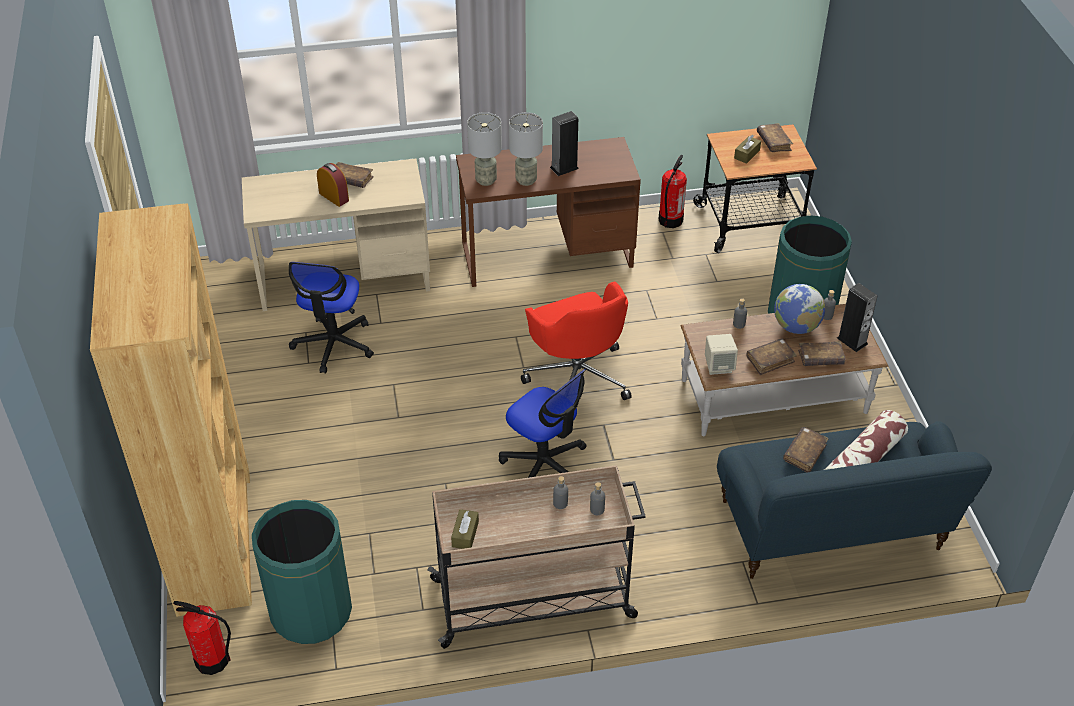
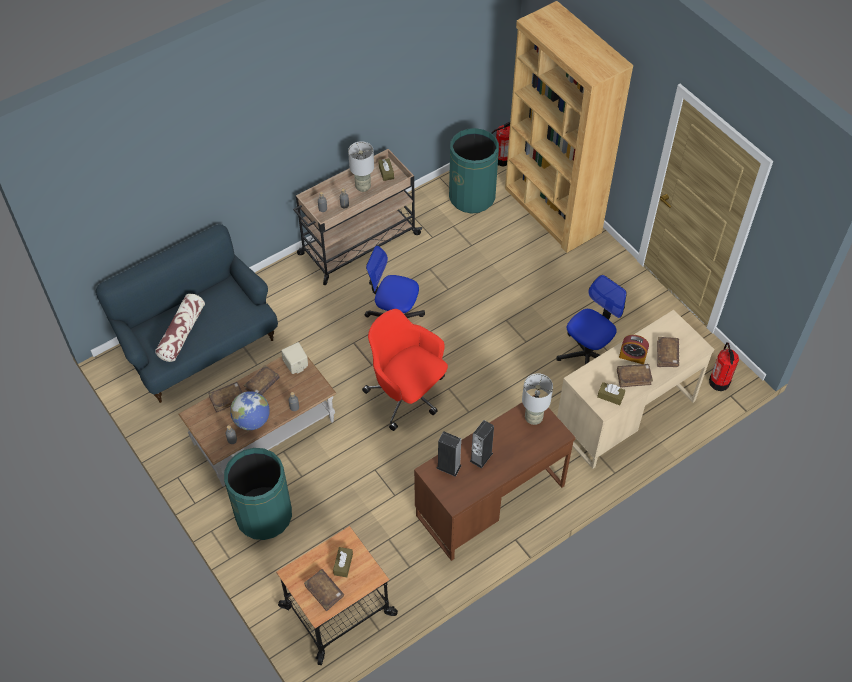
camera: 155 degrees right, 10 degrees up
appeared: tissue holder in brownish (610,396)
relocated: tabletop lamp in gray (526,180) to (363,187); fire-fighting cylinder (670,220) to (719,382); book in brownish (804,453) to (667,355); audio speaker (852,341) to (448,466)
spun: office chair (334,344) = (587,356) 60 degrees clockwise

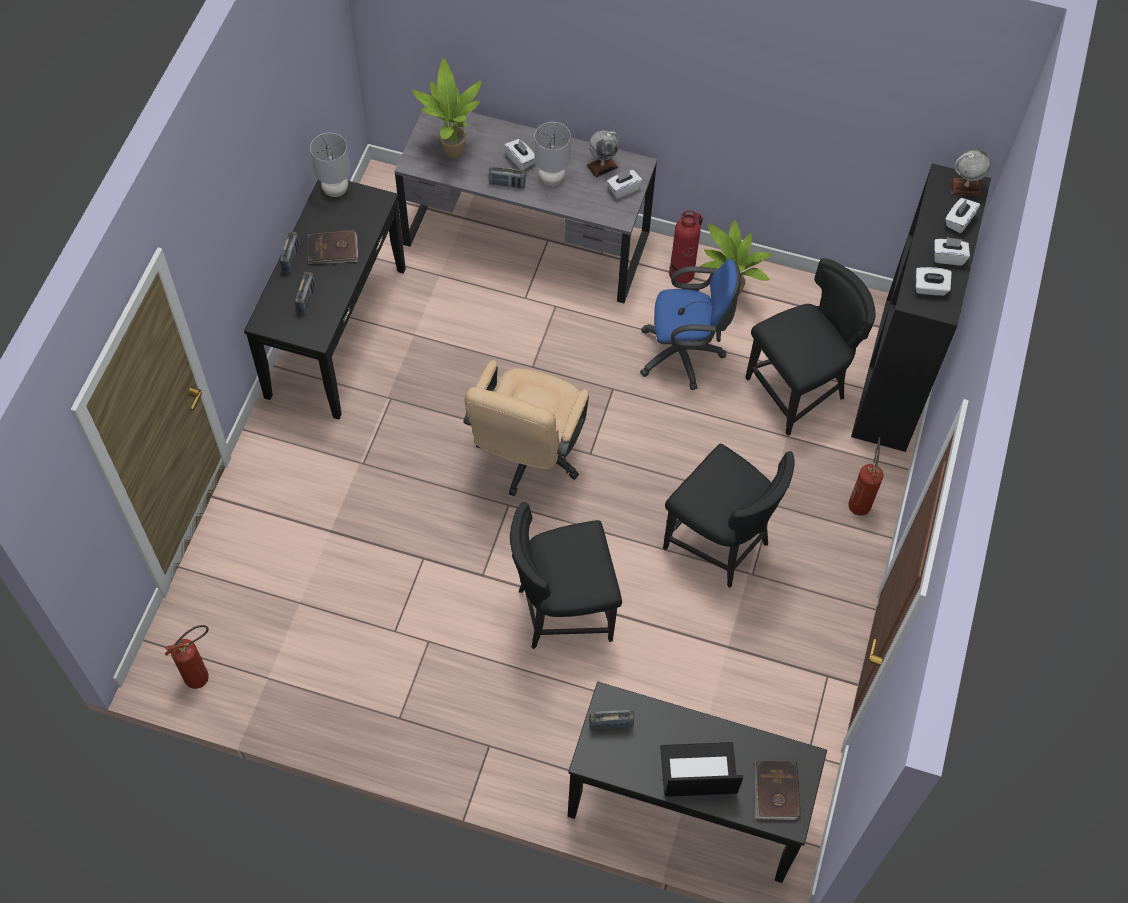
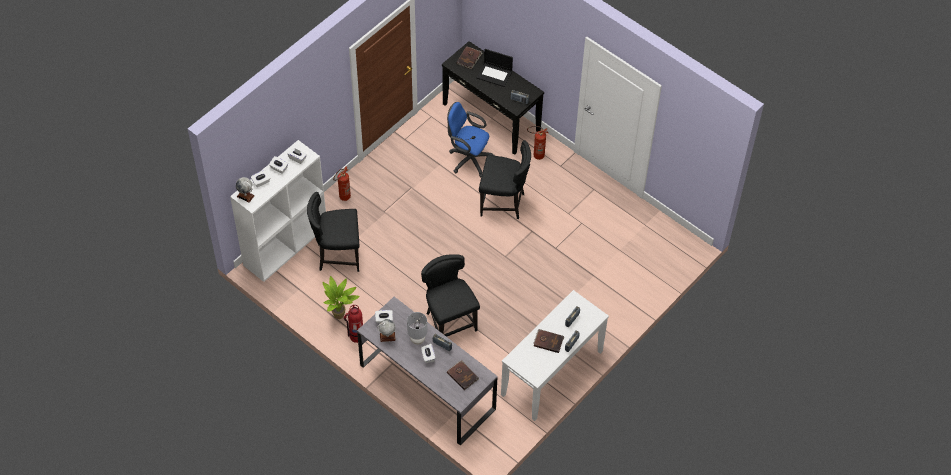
camera: 155 degrees left, 5 degrees down
missing: tabletop lamp in gray (335,189); office chair in beige (527,457)
relocated: fire-fighting cylinder (202,675) to (536,155); office chair in blue-coloured (685,354) to (468,159); chair in black-coloured (719,544) to (449,322)
exchanged: houseplant (450,152) to book in brownish (462,375)
colour: narrow table in black-coloured (335,332) to narrow table in whitish (552,373); bookcase in black-coloured (896,376) to bookcase in whitish (285,245)

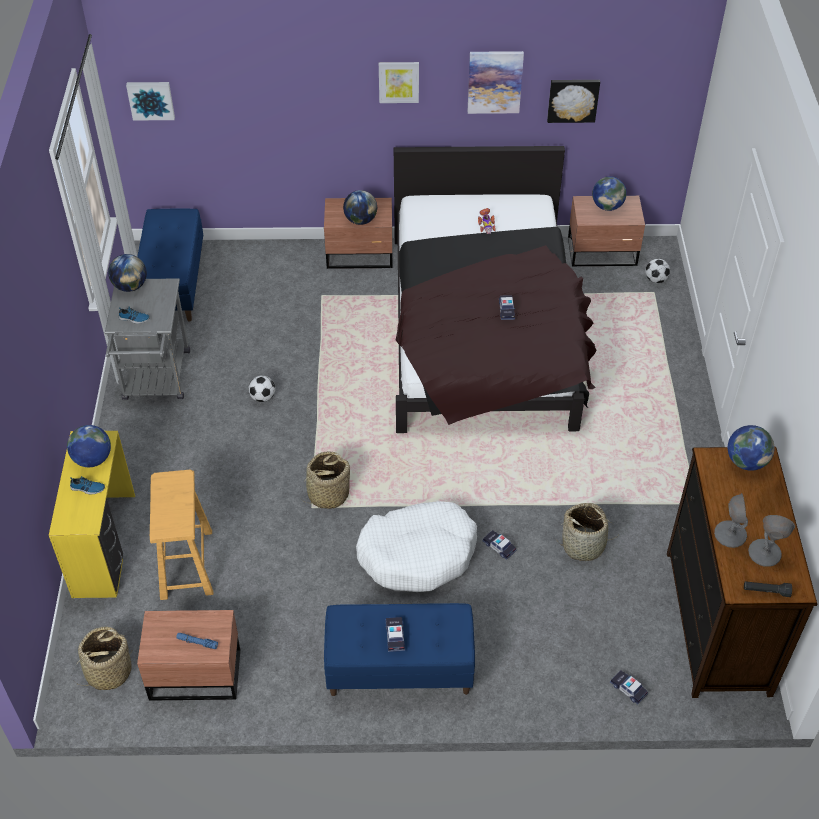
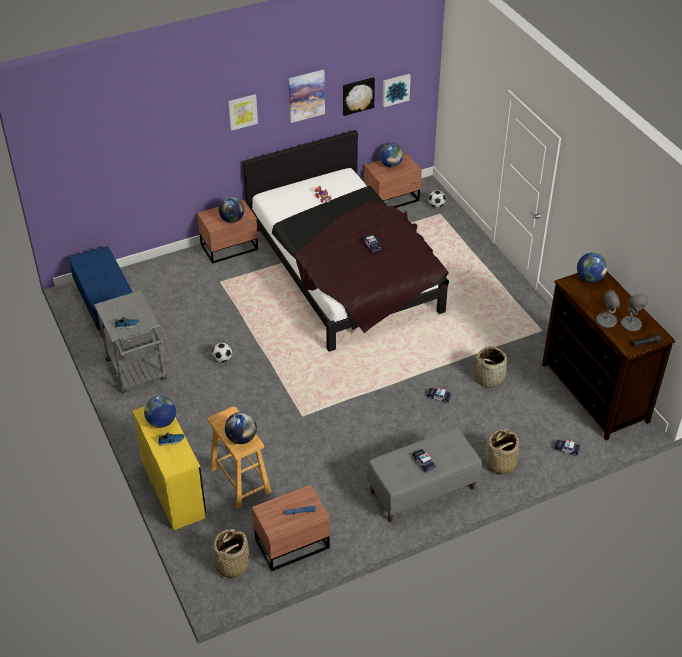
camera: 25 degrees left, 5 degrees down
missing: dog cushion in whitish (418,554)
relocated: desk globe (130,286) to (241,438); wall art (151,99) to (395,89); basket (328,494) to (499,463)
colour: bench in blue-coloured (399,669) to bench in gray (422,490)

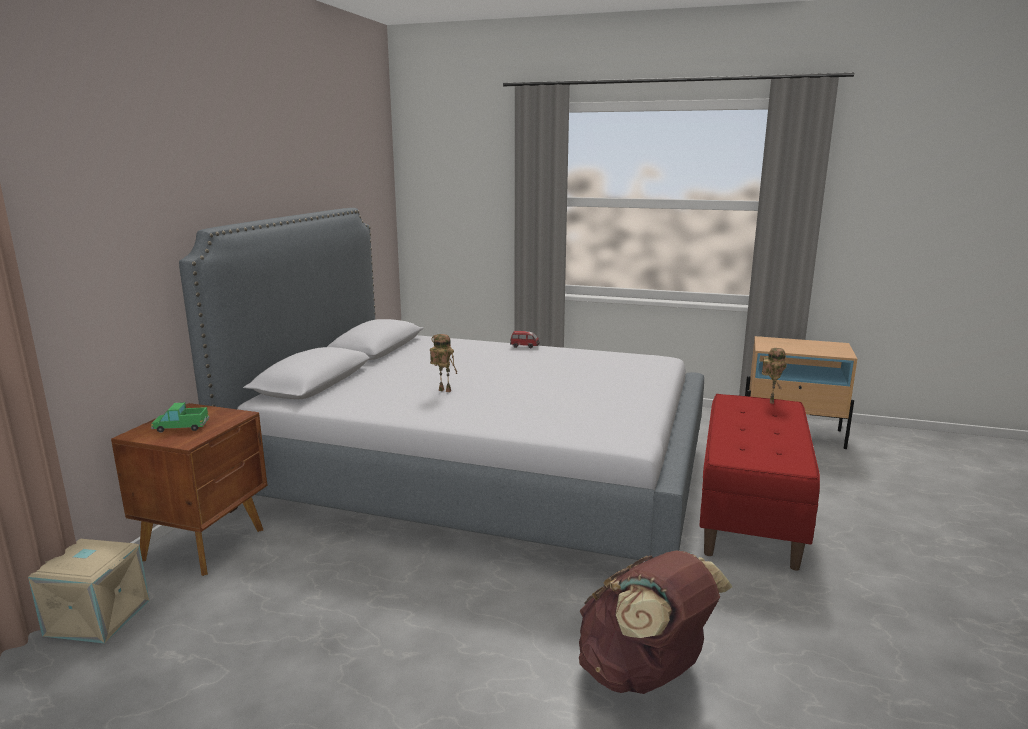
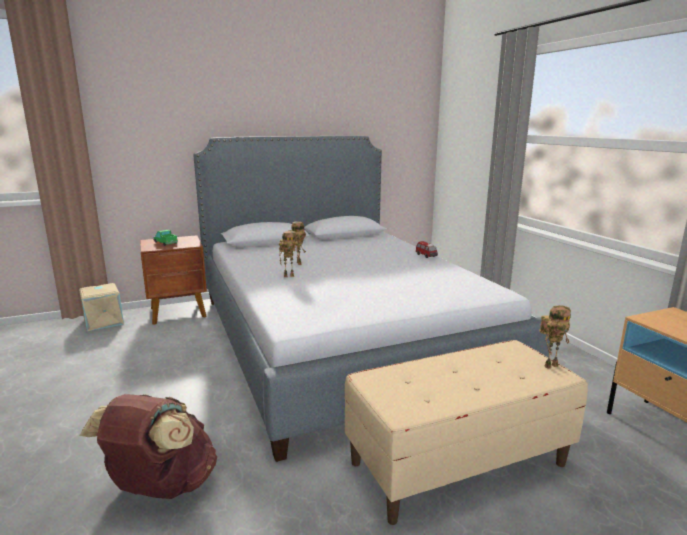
camera: 50 degrees right, 0 degrees up
appeared: robot figure (289,276)
colour: bench in red-coloured (749,513) to bench in beige (458,463)

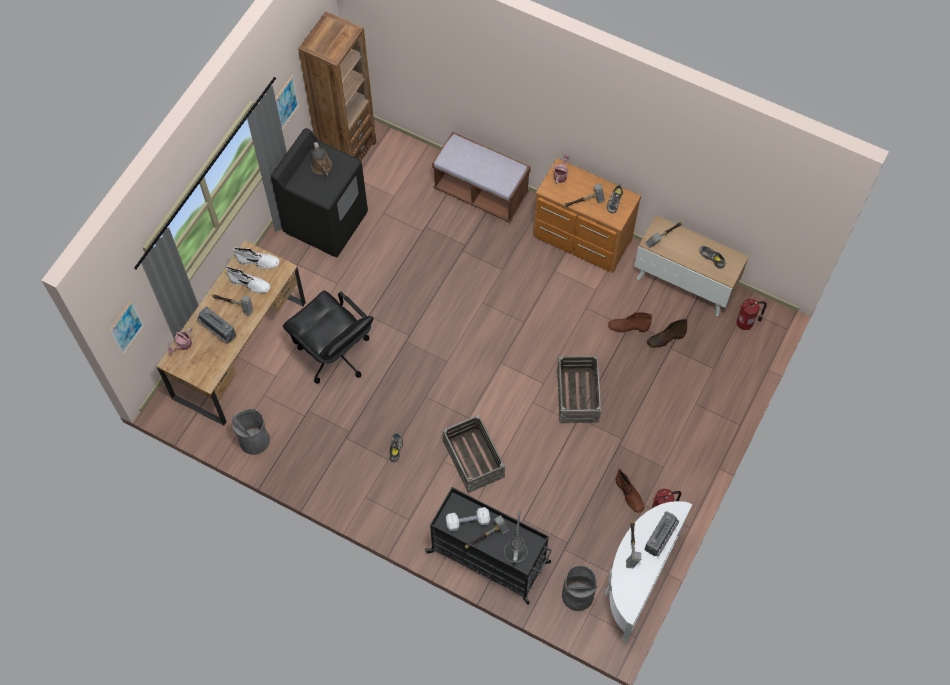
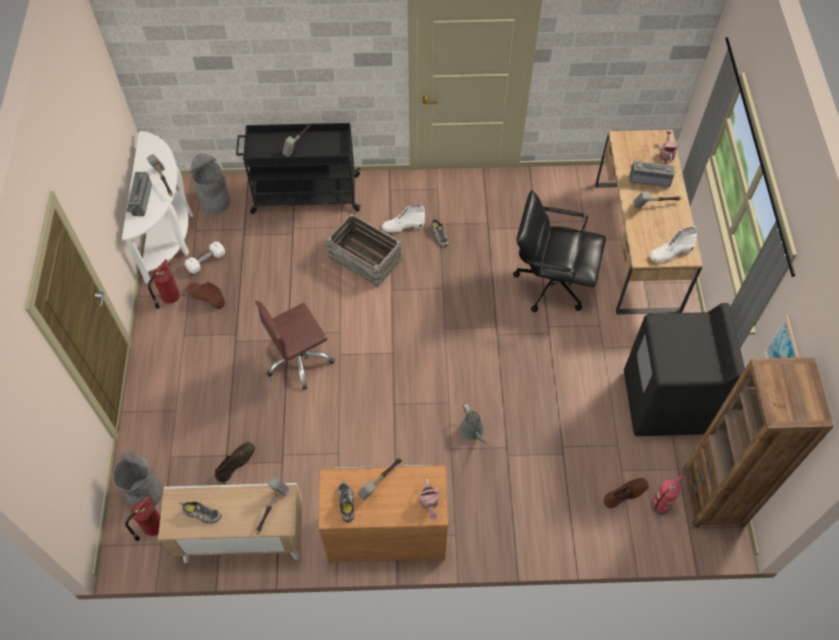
camera: 150 degrees right, 5 degrees down
missing: wall art (126,327); watering pot in brownish (322,167); bench in brownish (481,192)
appeared: fire-fighting cylinder (659,507)
relocated: high-top boot in whitish (250,284) to (402,226); rubbish bin in gray (254,440) to (145,493); free weight in whitish (468,521) to (206,261); watering pot in gray (515,548) to (473,431); high-top boot in brownish (628,327) to (625,494)
exchanged: shipping crate (578,395) to office chair in brownish (299,359)

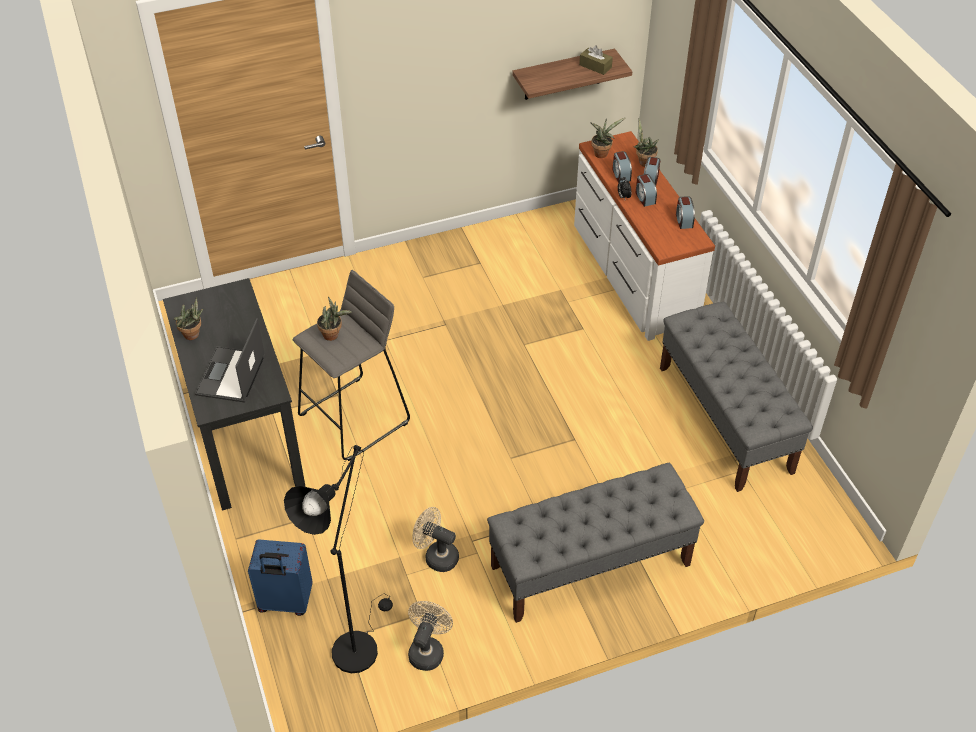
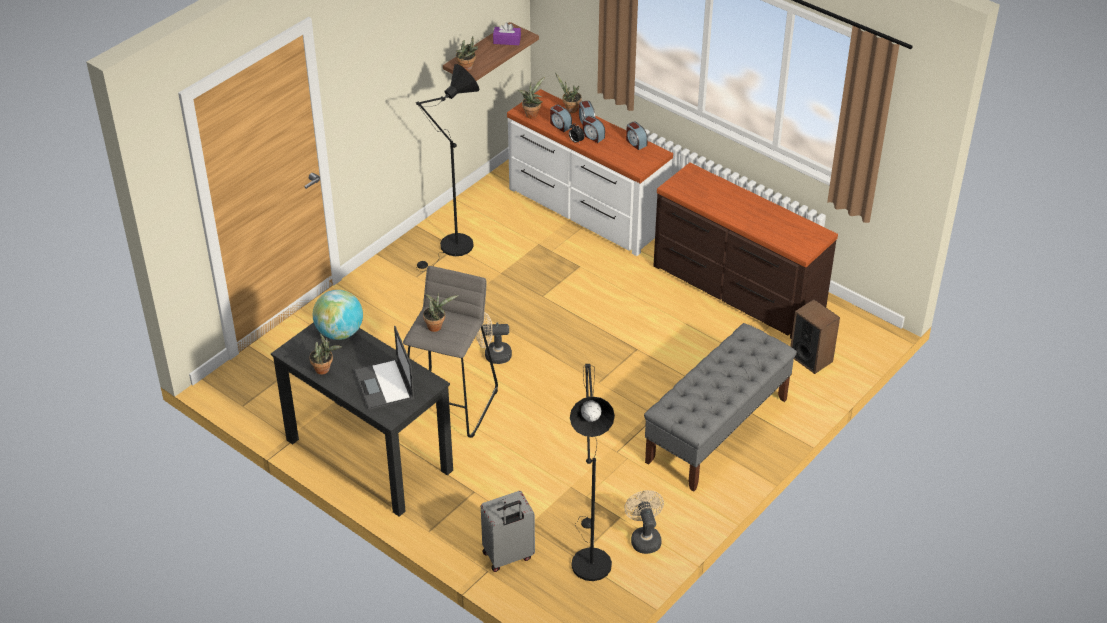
camera: 30 degrees left, 5 degrees down
appeared: desk globe (340,332); standing lamp in black-coloured (452,249); houseplant (468,69); audio speaker (811,358)
relocated: cooling fan in beige (436,556) to (493,355)
exchanged: bench in gray (725,419) to chest of drawers in brownish (736,290)
colour: suitcase in blue-coloured (285,602) to suitcase in gray (508,556); tissue holder in brownish (595,66) to tissue holder in purple-coloured (507,41)

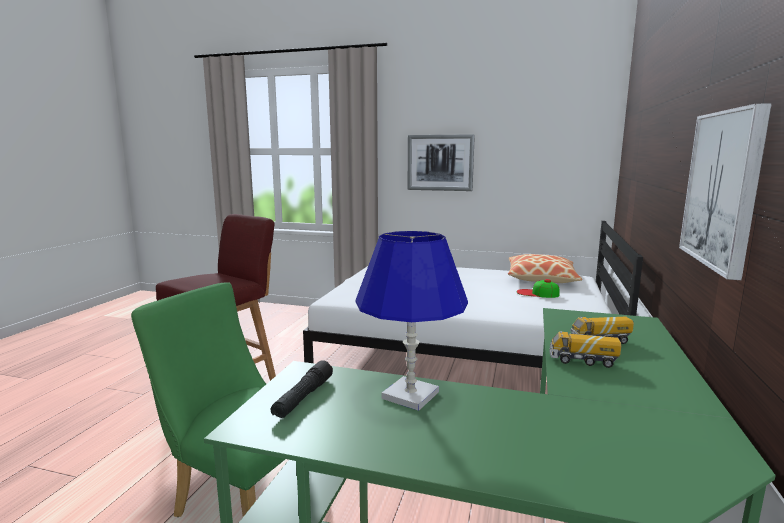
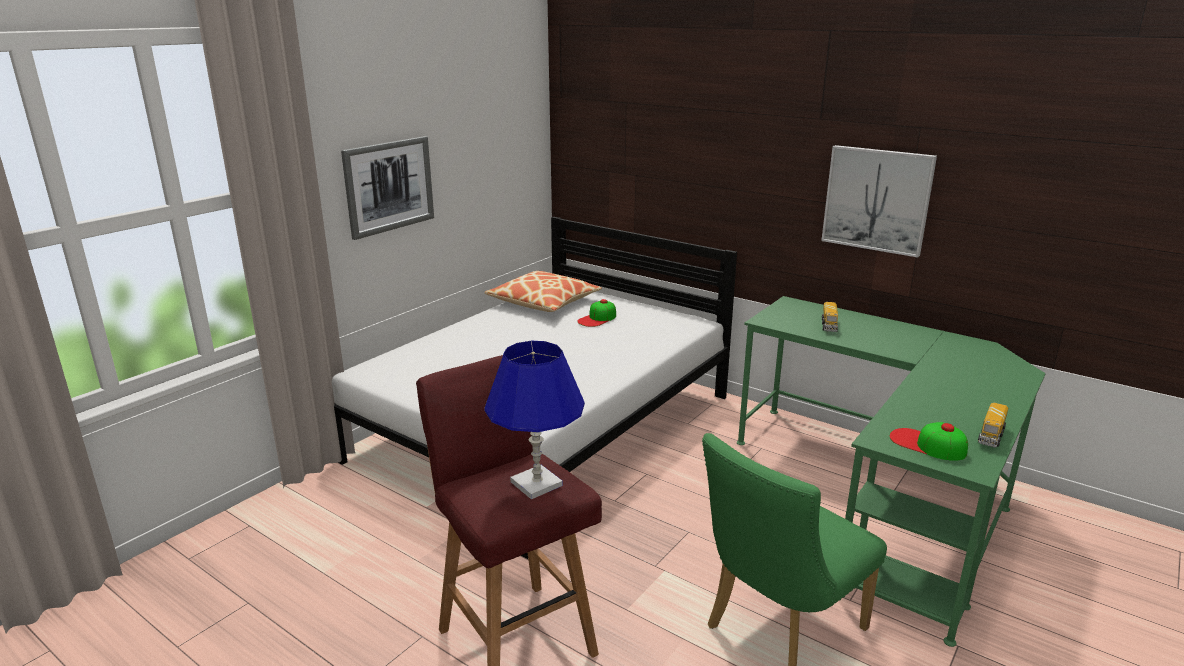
camera: 70 degrees left, 10 degrees up
relocated: tabletop lamp in blue-coloured (410,395) to (537,484); model truck (582,361) to (991,436)
exchanged: hand torch in black-coloured (303,397) to cap (927,444)

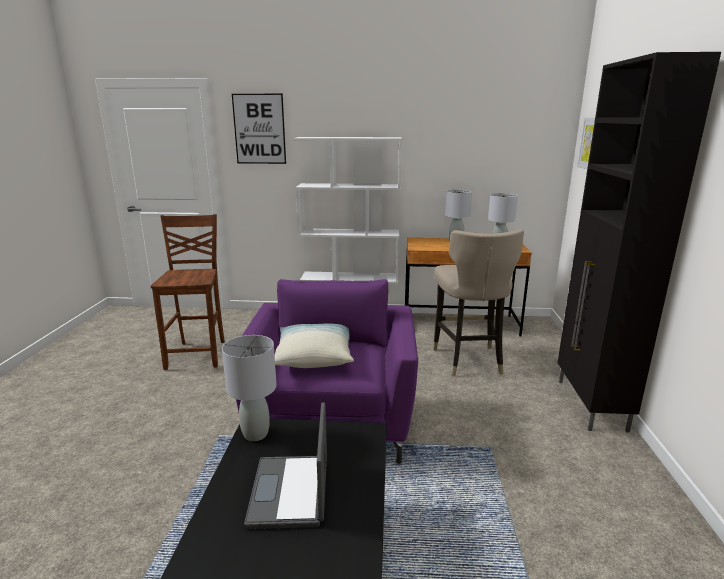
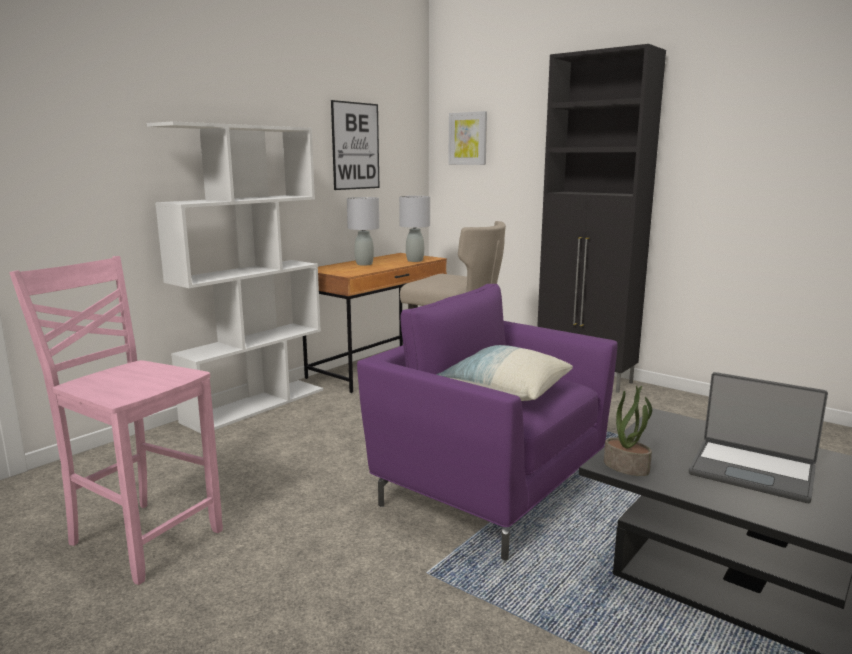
camera: 55 degrees left, 5 degrees down
relocated: wall art (259,129) to (355,146)
exchanged: tabletop lamp in gray (256,434) to houseplant (627,467)
colour: chair in brownish (198,354) to chair in pink-coloured (143,537)

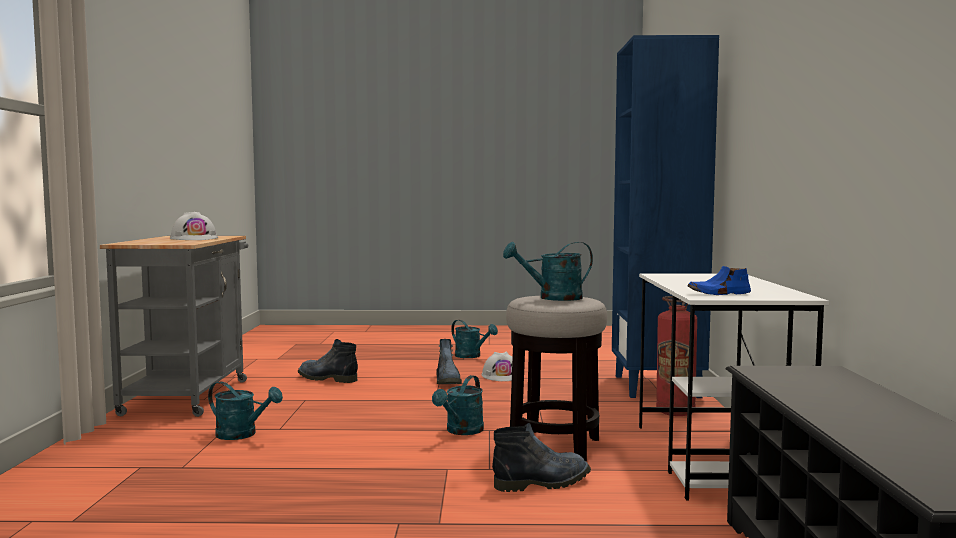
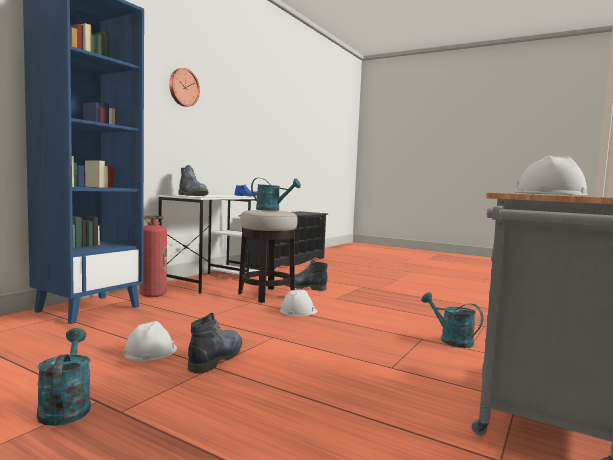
camera: 150 degrees left, 0 degrees up
appeared: hanging clock (183,87)
relocated: high-top boot (326,378) to (193,195)
exchanged: watering pot in blue-green (461,431) to safety helmet in whitish (298,311)

